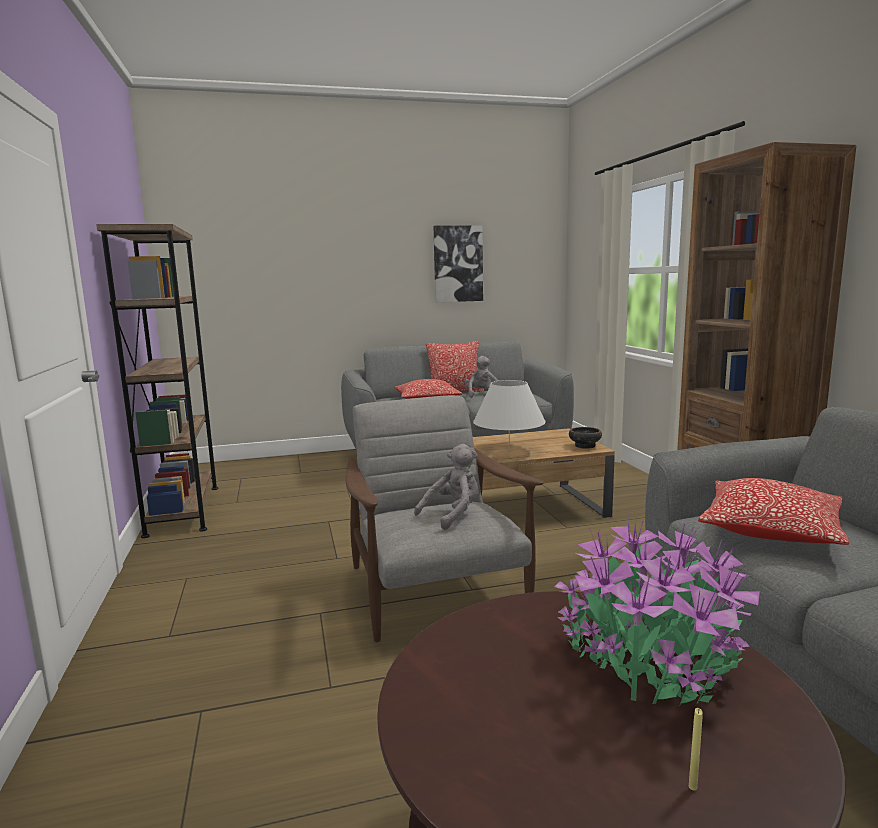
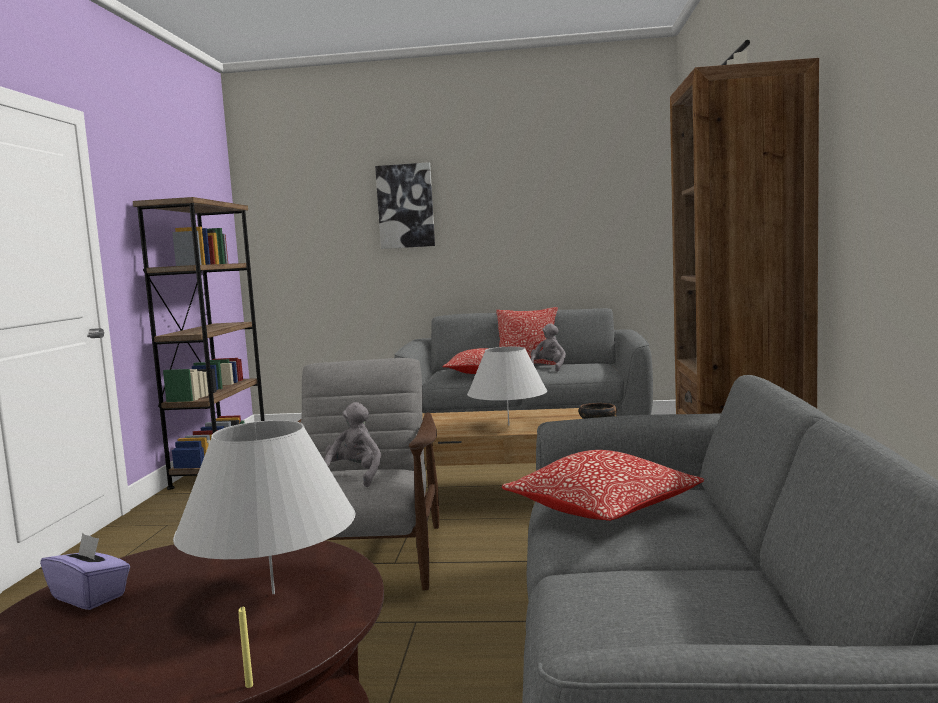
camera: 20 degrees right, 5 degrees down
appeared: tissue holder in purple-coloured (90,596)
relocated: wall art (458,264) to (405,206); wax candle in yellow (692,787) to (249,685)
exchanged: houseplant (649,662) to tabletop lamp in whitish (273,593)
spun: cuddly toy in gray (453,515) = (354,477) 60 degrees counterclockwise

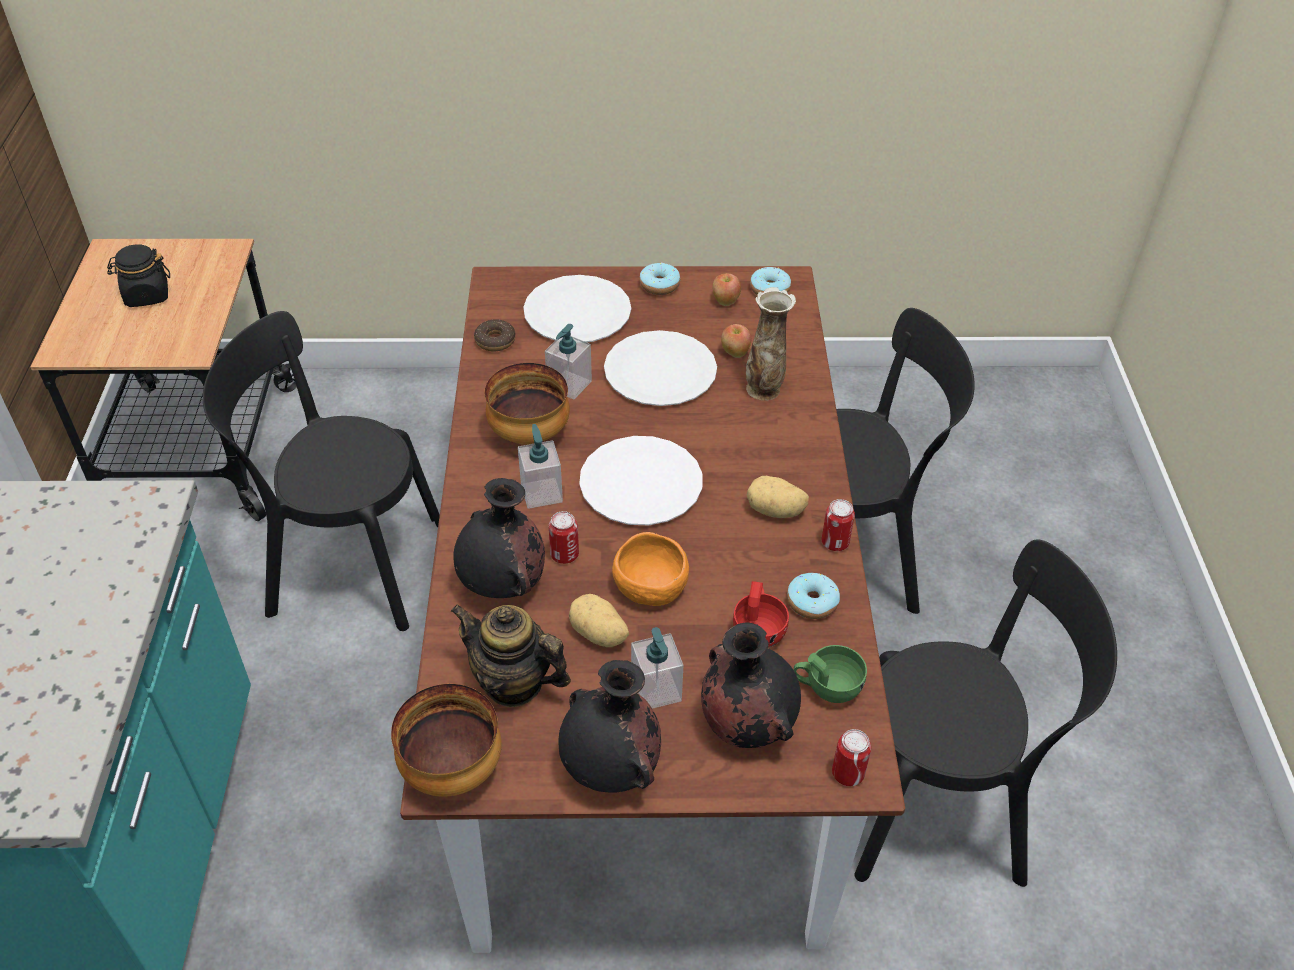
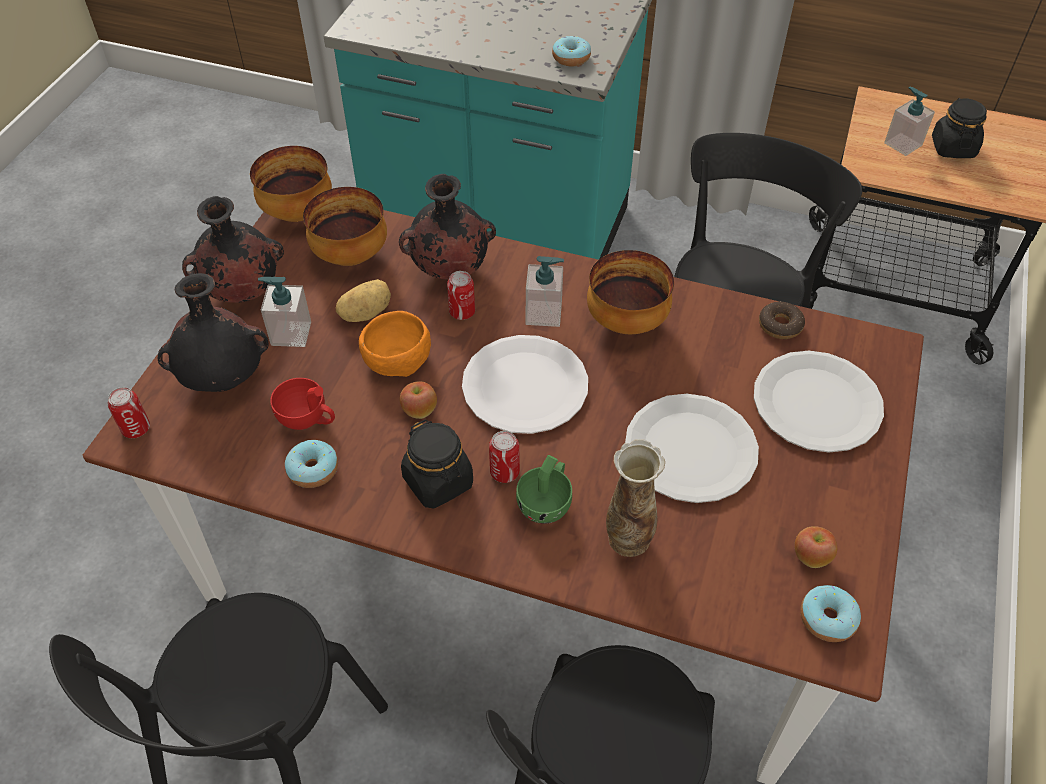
camera: 110 degrees right, 5 degrees up
relocated: liquid soap bottle (569,385) to (902,144); donut (659,285) to (571,58); whole apple (735,353) to (419,411); drinking cup in green-coloured (827,687) to (547,503); can (835,542) to (504,472)
exchanged: tea pot (513,683) to deep dish (349,255); spud (775,511) to preserve jar in black-coloured (438,482)

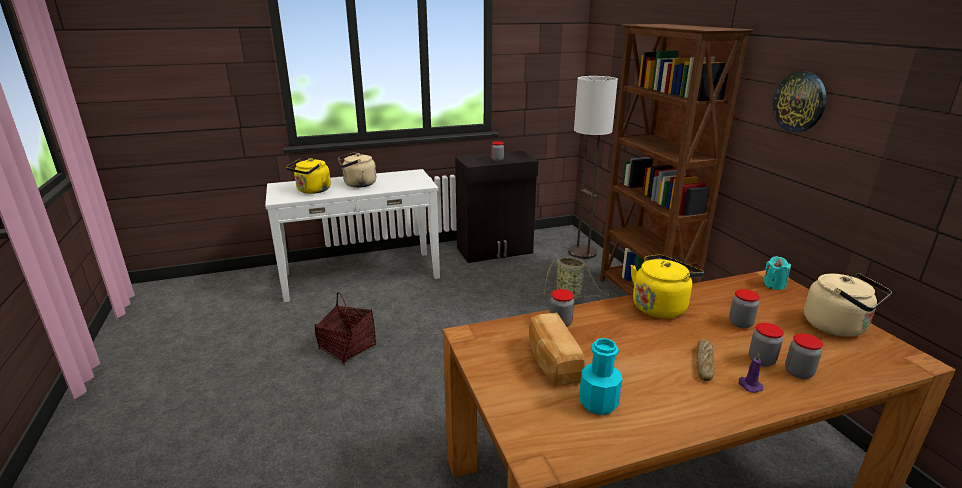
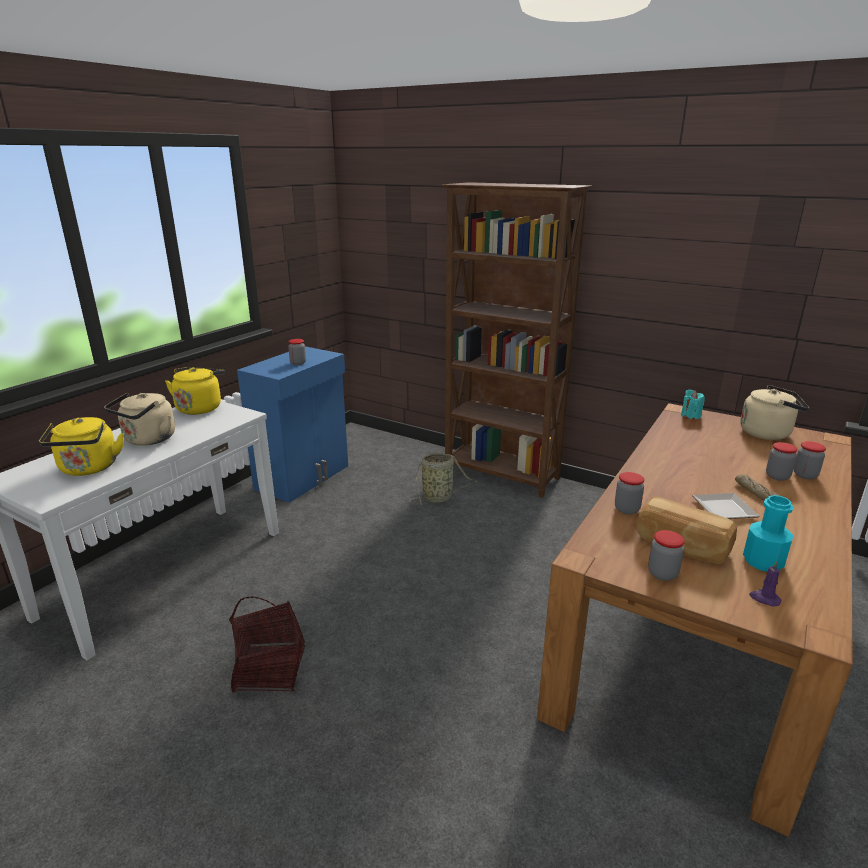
camera: 40 degrees left, 0 degrees up
missing: standing lamp (582,252); hanging clock (799,102)
appeared: plate (726,510)
relocated: tea kettle in yellow (660,306) to (200,407); preserve jar (740,323) to (662,574); wax candle in purple-coloured (749,385) to (764,598)
colour: cupboard in black-coloured (495,251) to cupboard in blue-coloured (304,477)

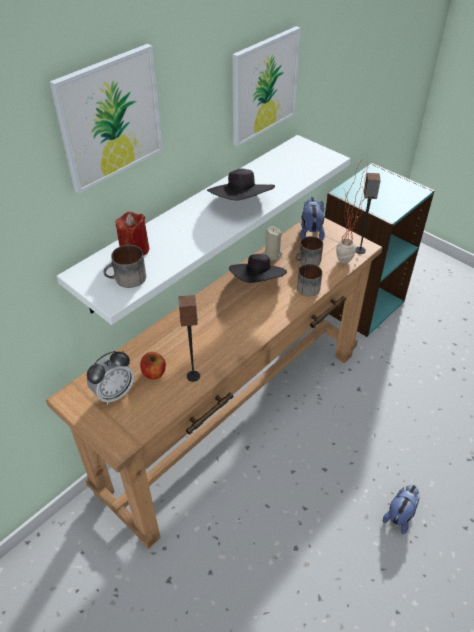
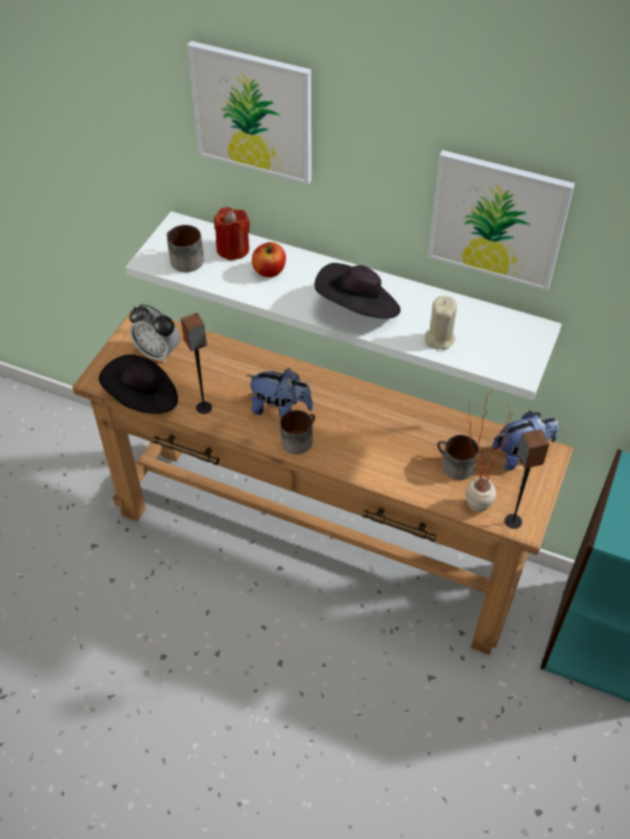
camera: 70 degrees right, 5 degrees up
relocated: whole apple (154,373) to (269,271); hat in black-coloured (258,282) to (143,399); wax candle in beige (272,254) to (439,338); mug (305,287) to (298,438); cuddly toy (400,515) to (280,409)

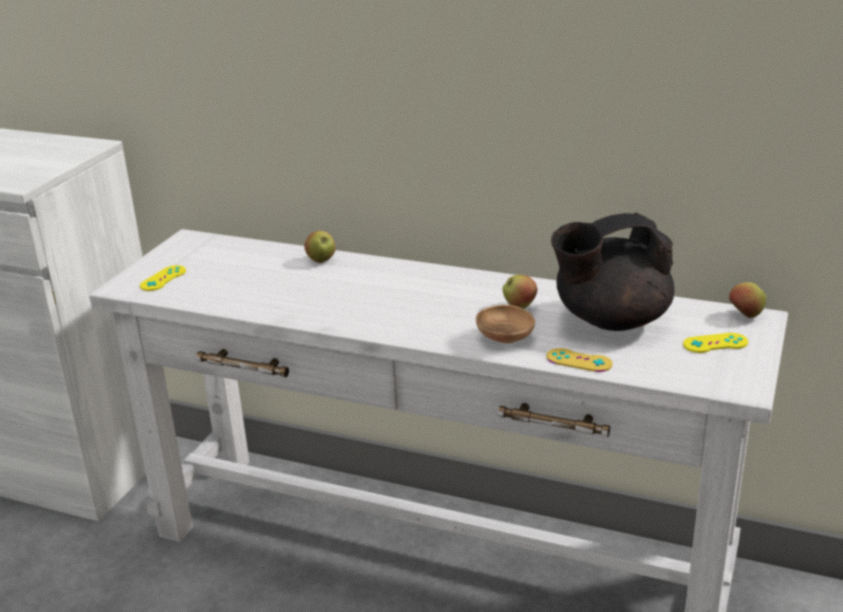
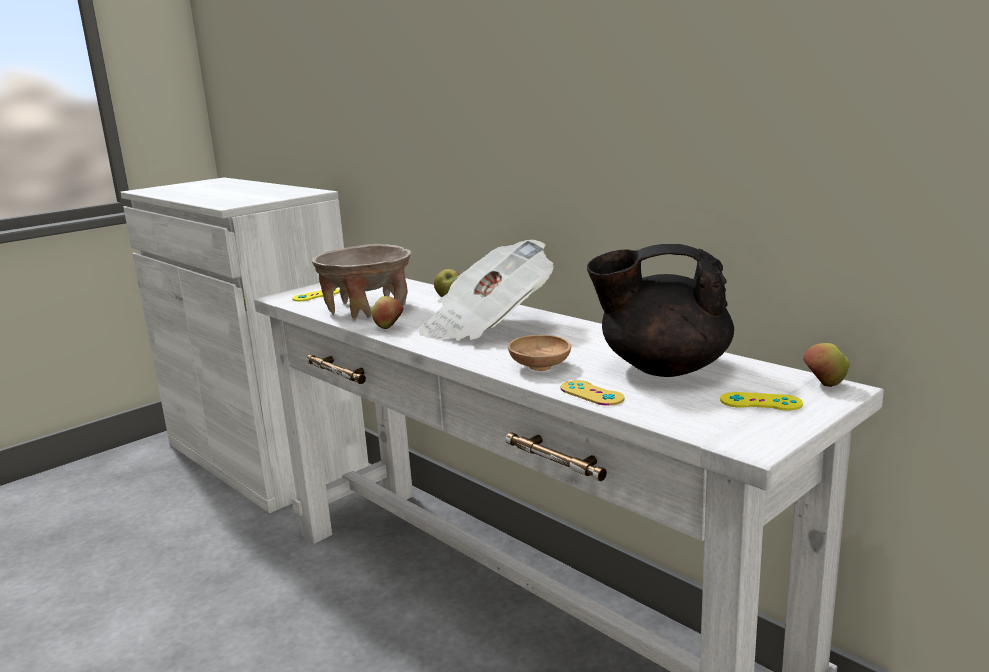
camera: 25 degrees right, 10 degrees down
appeared: deep dish in beige (366,309); newspaper (486,326)
relocated: whole apple (519,307) to (388,328)

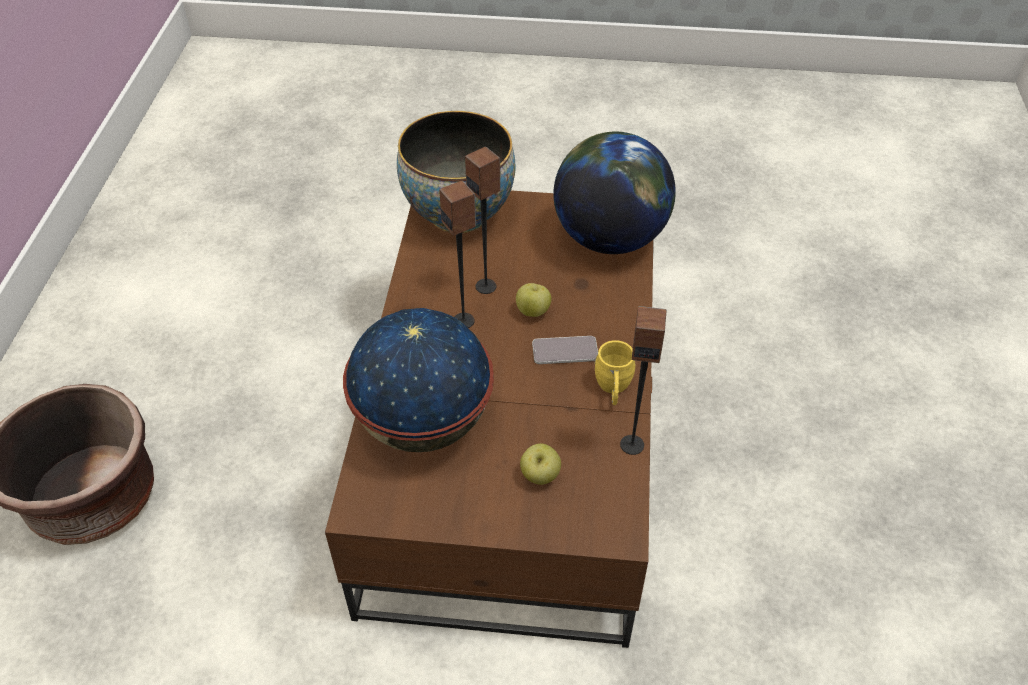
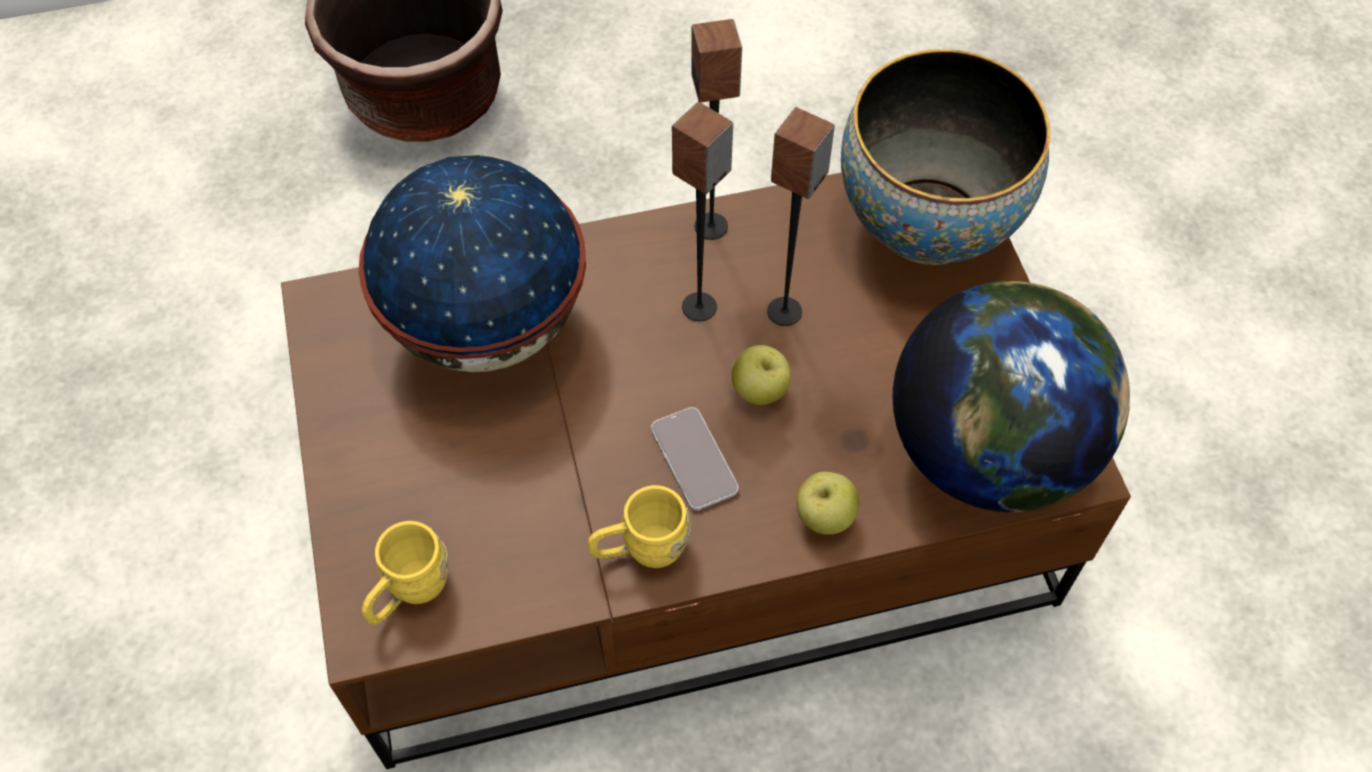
camera: 70 degrees right, 10 degrees up
appeared: mug in yellow (408,593)
relocated: whole apple (540,476) to (824,517); audio speaker (632,444) to (712,226)

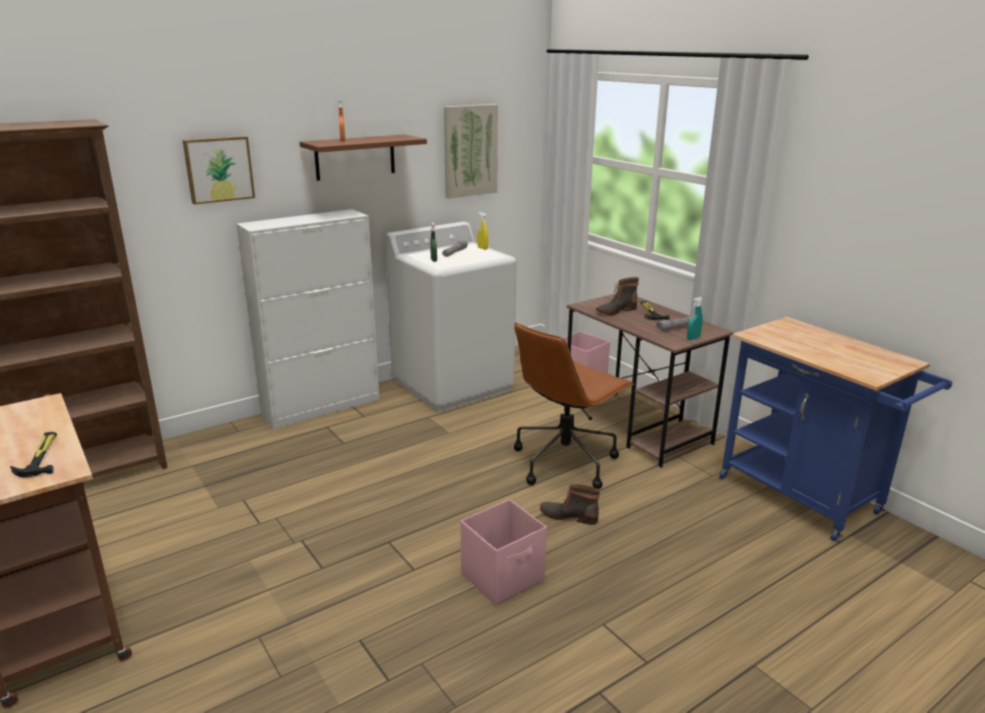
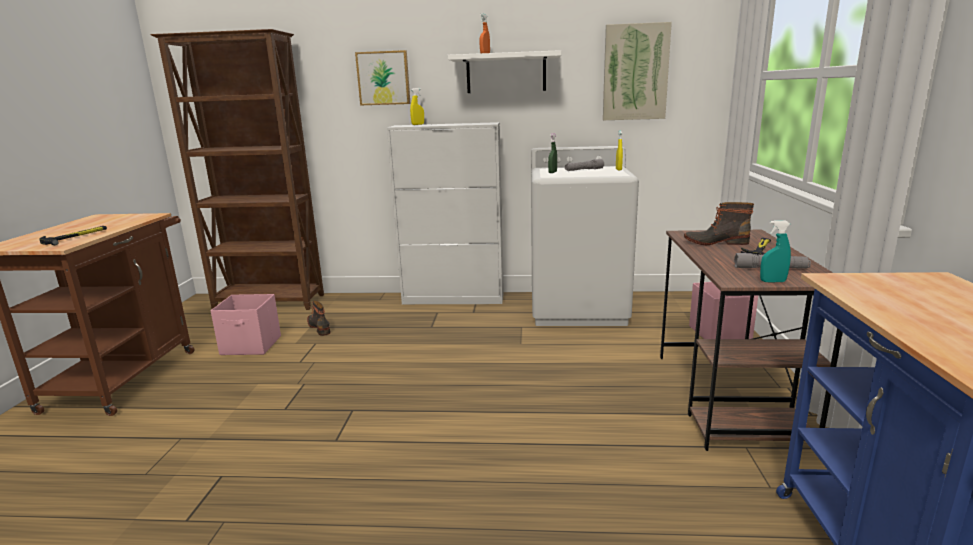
camera: 40 degrees right, 5 degrees down
missing: office chair in brownish (565,461)
appeared: hand sprayer in yellow (418,124)
relocated: storage bin in pink-coloured (503,577) to (252,346); high-top boot (569,515) to (320,327)
colour: shelf in brownish (355,157) to shelf in whitish (506,73)

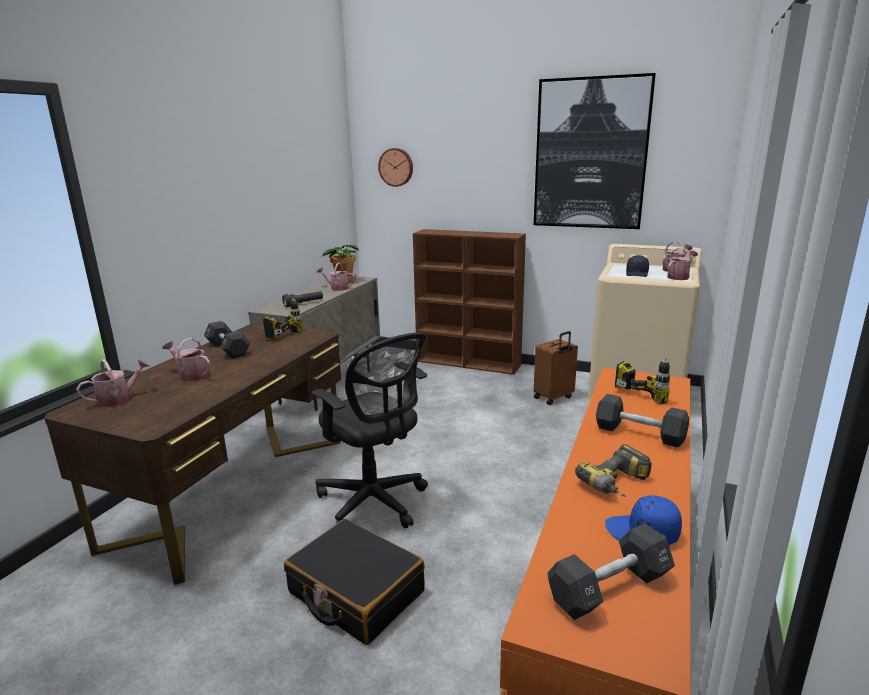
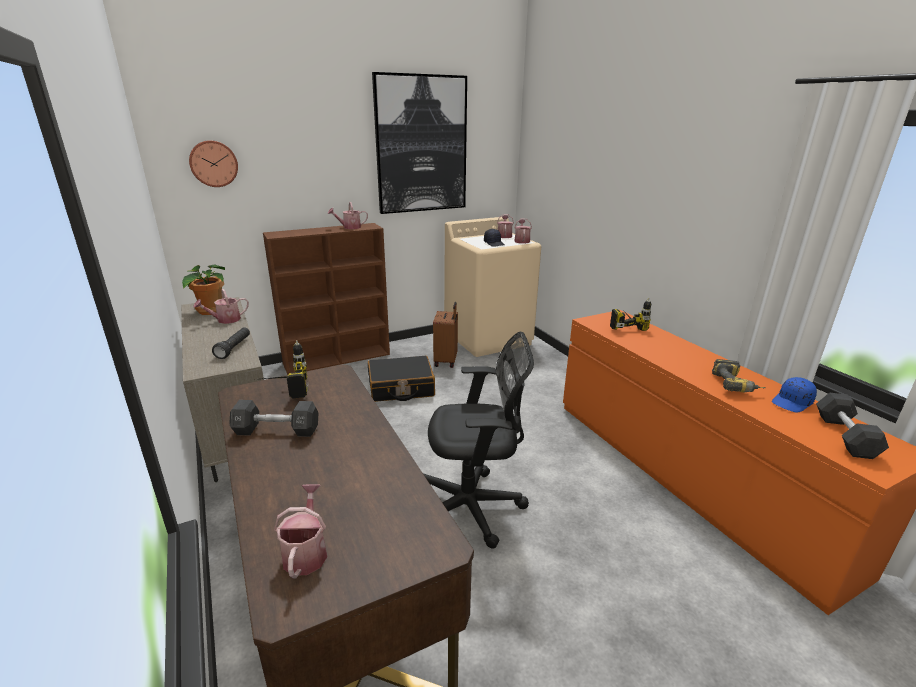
camera: 50 degrees left, 5 degrees up
missing: free weight in black-coloured (639,433)
relocated: watering pot (190,375) to (349,227); suitcase in black-coloured (355,593) to (401,388)

